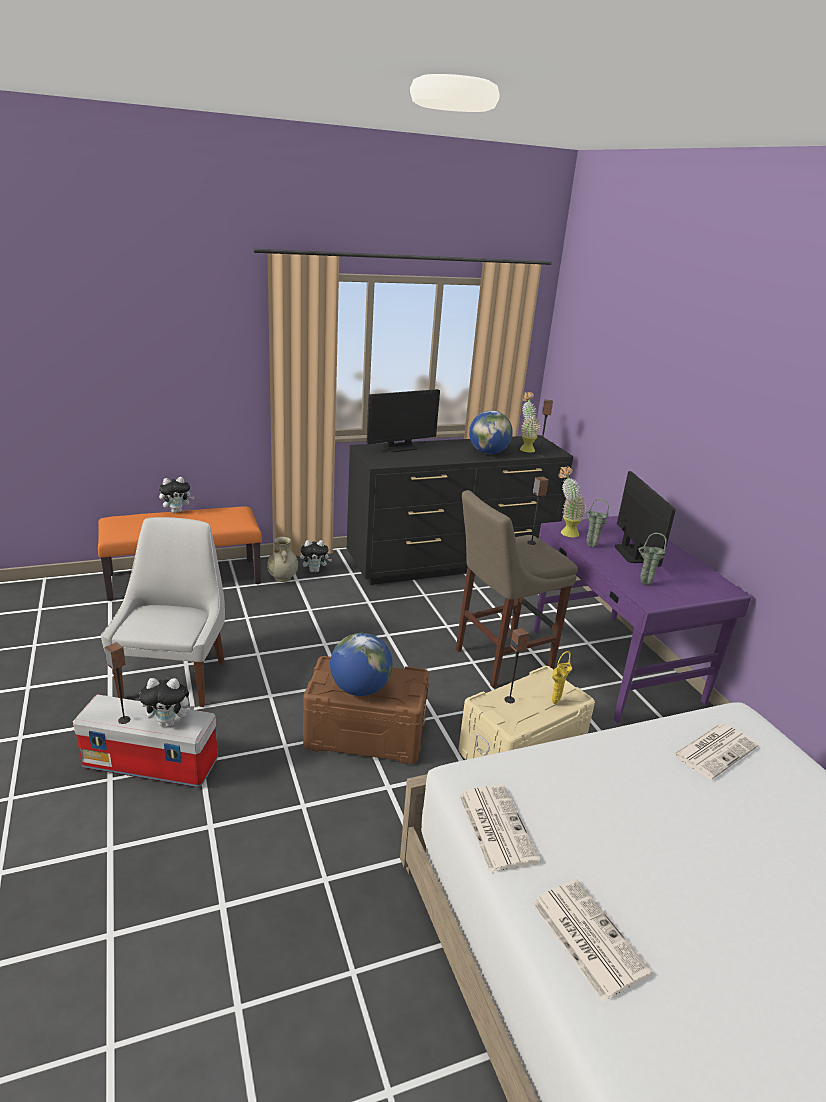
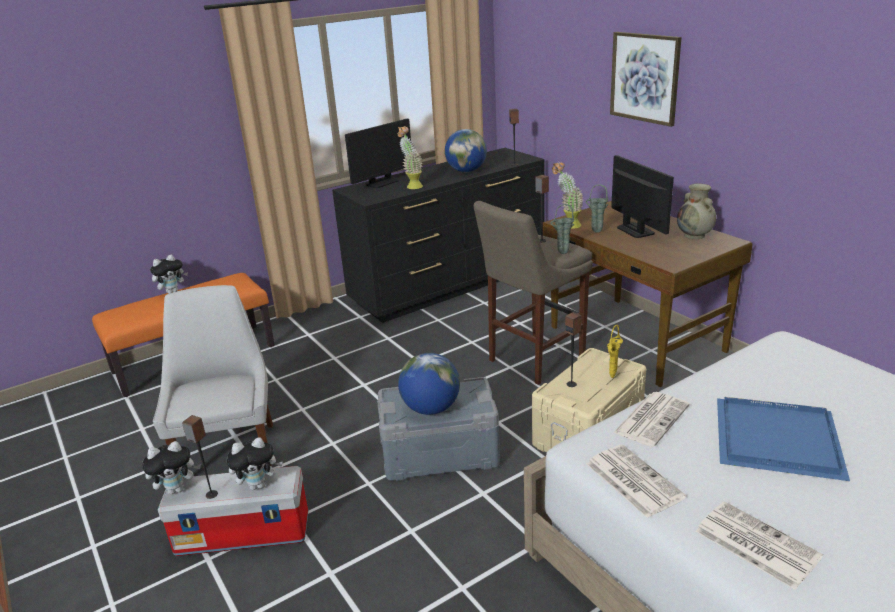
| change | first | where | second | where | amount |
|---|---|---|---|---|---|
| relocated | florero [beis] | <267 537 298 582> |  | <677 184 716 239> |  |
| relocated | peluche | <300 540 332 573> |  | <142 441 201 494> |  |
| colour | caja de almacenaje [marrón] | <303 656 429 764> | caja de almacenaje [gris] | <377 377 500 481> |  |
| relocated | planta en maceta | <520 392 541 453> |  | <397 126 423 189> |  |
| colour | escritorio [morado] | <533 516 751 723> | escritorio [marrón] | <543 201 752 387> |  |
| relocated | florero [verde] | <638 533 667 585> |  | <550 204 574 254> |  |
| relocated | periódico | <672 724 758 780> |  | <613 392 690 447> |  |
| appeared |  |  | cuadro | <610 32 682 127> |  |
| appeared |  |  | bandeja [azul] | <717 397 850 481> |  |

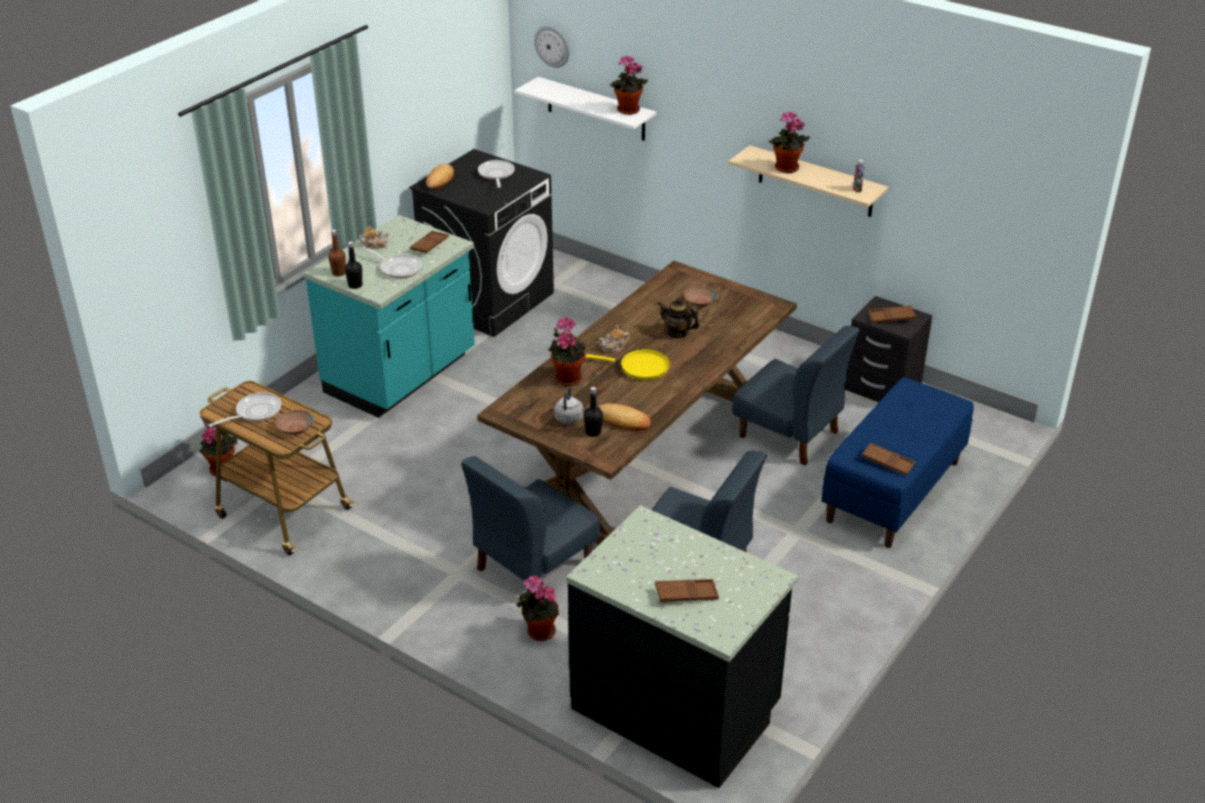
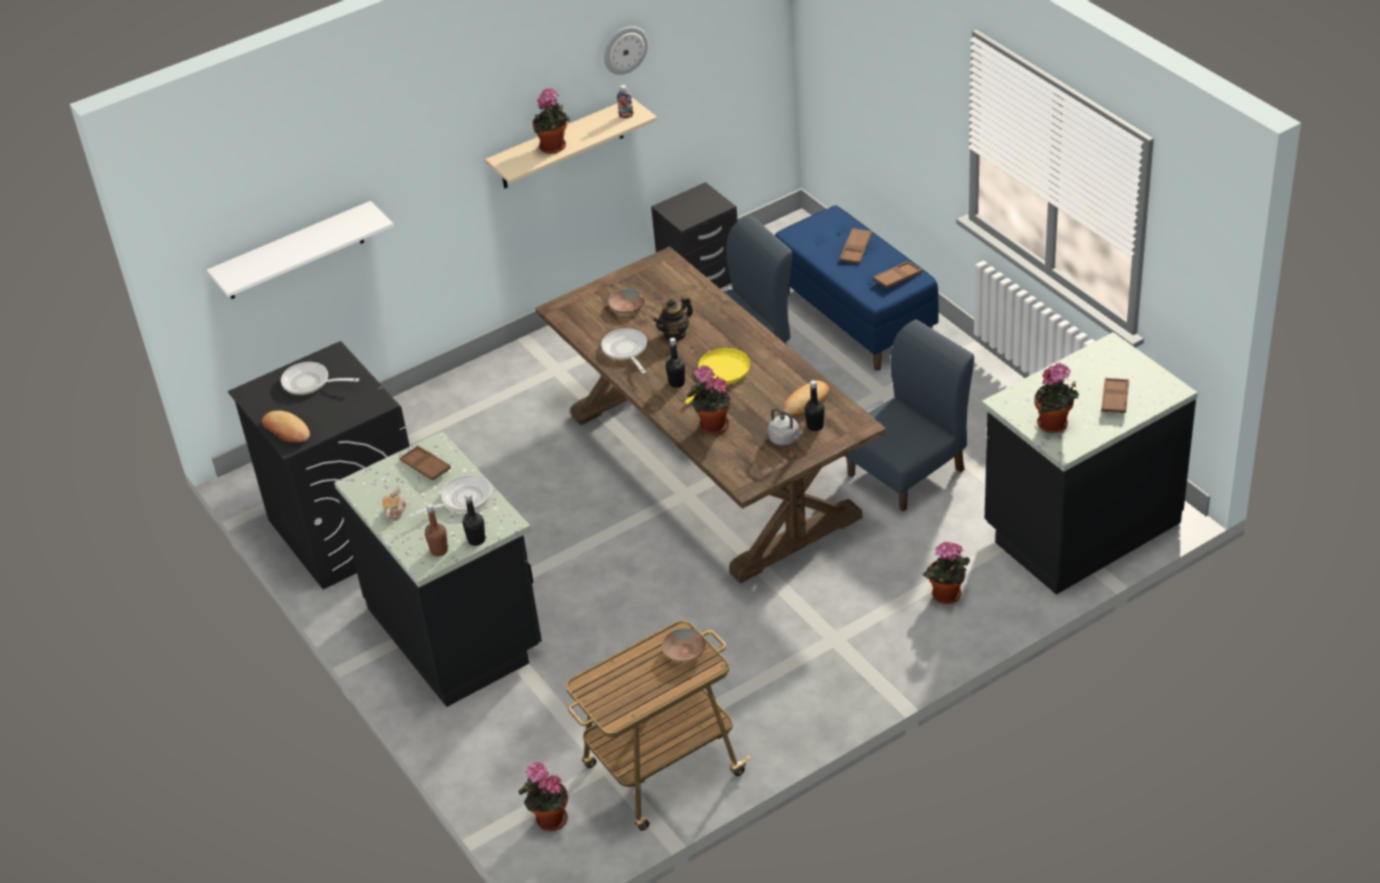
| change | first | where | second | where | amount |
|---|---|---|---|---|---|
| relocated | sartén | <208 392 281 427> |  | <601 329 647 374> |  |
| colour | mueble bajo de cocina [turquesa] | <304 215 475 418> | mueble bajo de cocina [negro] | <334 431 542 707> |  |
| missing | silla [azul] | <461 456 600 593> |  |  |  |
| relocated | reloj de pared | <534 25 570 68> |  | <604 26 648 75> |  |
| exchanged | tetera | <599 325 630 353> | botella [negro] | <666 338 685 388> |  |
| relocated | planta en maceta | <610 56 648 115> |  | <1034 363 1079 433> |  |
| relocated | bandeja [marrón] | <869 305 916 323> |  | <840 228 872 264> |  |

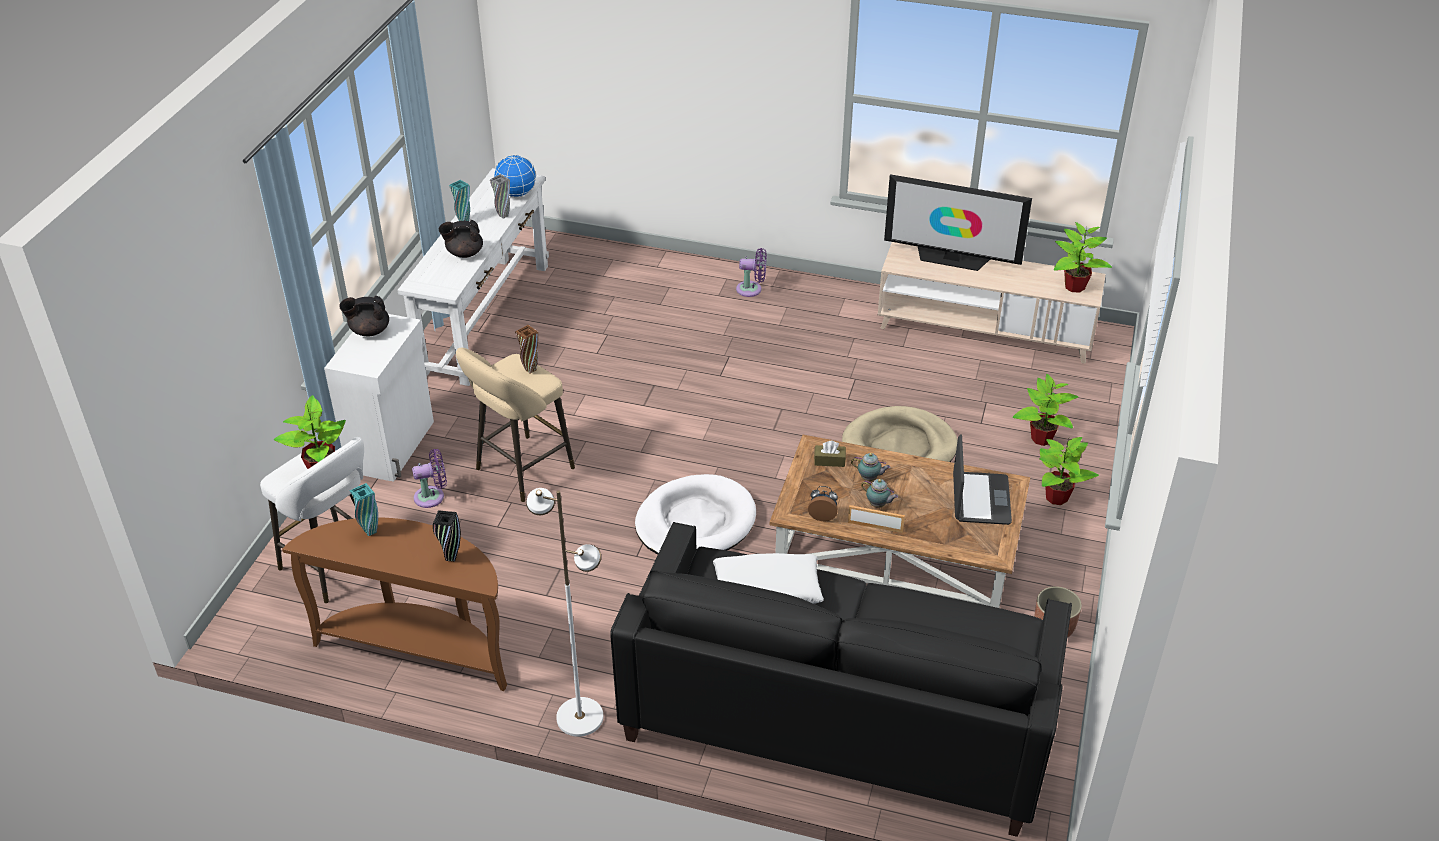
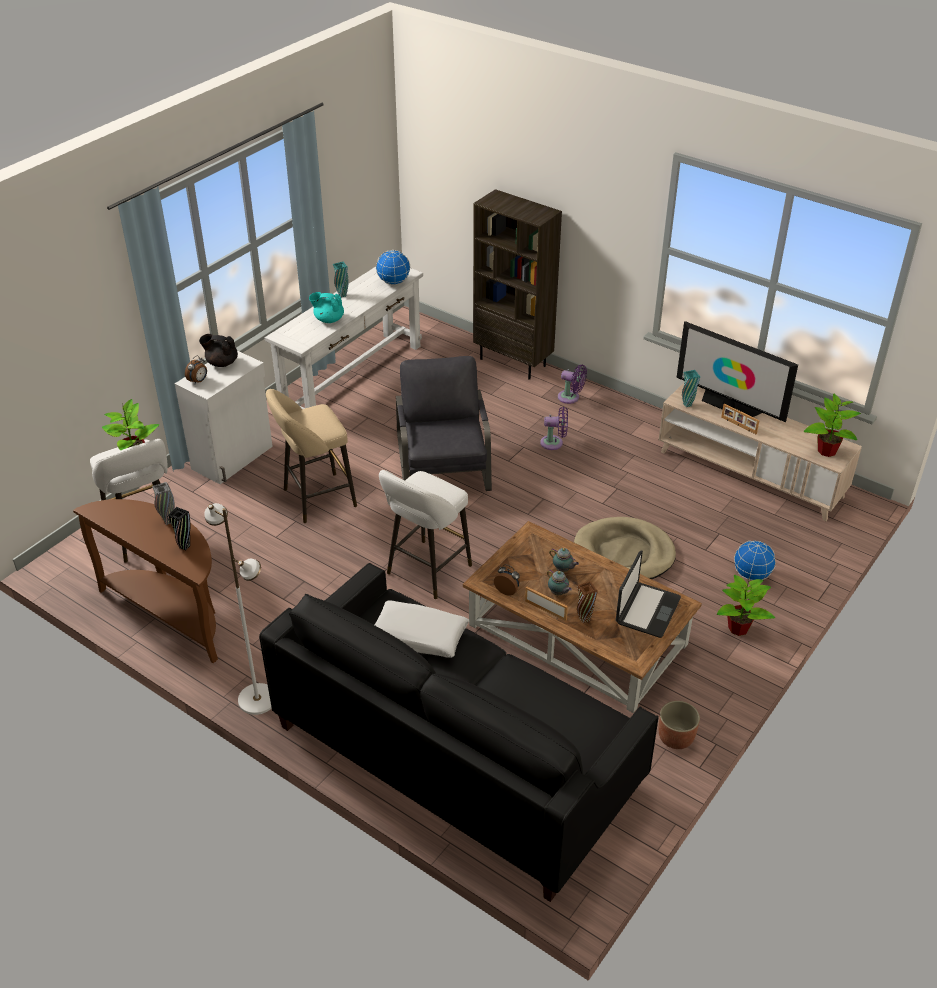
| change | first | where | second | where | amount |
|---|---|---|---|---|---|
| relocated | florero [turquesa] | <349 483 378 536> |  | <682 370 700 407> |  |
| relocated | ventilador [morado] | <412 449 447 508> |  | <540 407 568 450> |  |
| colour | tetera [negro] | <439 220 483 258> | tetera [turquesa] | <309 292 344 323> |  |
| relocated | florero [gris] | <490 174 510 219> |  | <152 482 175 525> |  |
| relocated | florero [marrón] | <515 325 538 374> |  | <577 581 598 623> |  |
| exchanged | cama para perro [blanco] | <635 474 756 554> | taburete [blanco] | <379 470 472 599> |  |
| missing | caja de pañuelos [marrón] | <814 441 846 467> |  |  |  |
| exchanged | planta en maceta | <1013 374 1078 446> | globo terráqueo | <734 541 776 581> |  |
| appeared |  |  | despertador | <185 356 207 384> |  |
| appeared |  |  | sillón [gris] | <396 356 492 491> |  |
| appeared |  |  | estantería [marrón] | <473 189 562 380> |  |
| appeared |  |  | portarretratos | <721 404 760 434> |  |

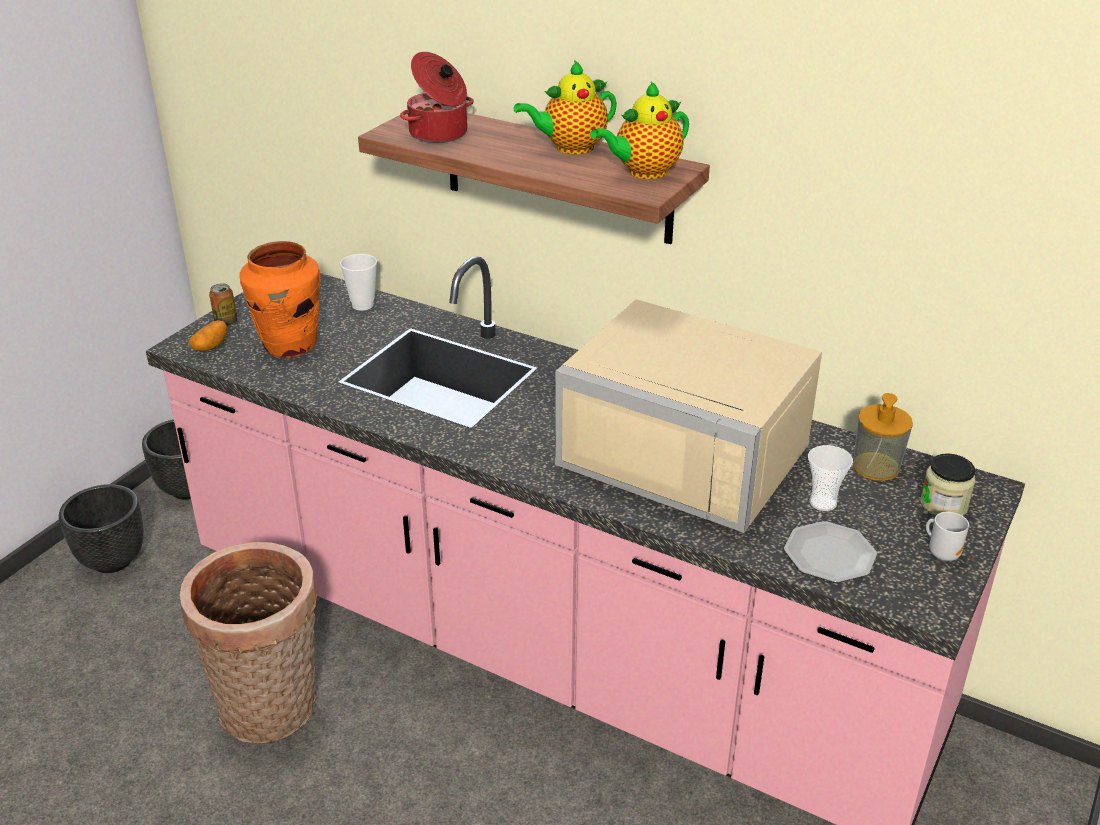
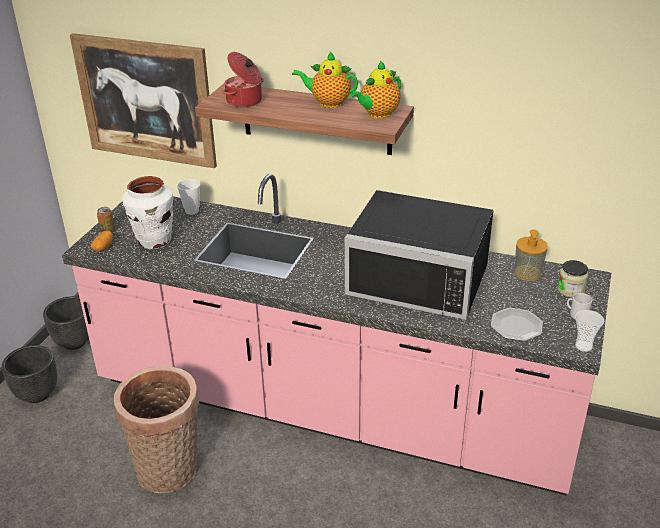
| change | first | where | second | where | amount |
|---|---|---|---|---|---|
| colour | florero [naranja] | <239 241 320 358> | florero [blanco] | <122 176 173 249> |  |
| spun | tetera | <514 60 617 155> |  | <292 51 358 108> | 45 degrees clockwise |
| colour | microondas [beis] | <555 299 822 533> | microondas [negro] | <345 190 493 320> |  |
| relocated | taza | <808 445 853 511> |  | <575 310 604 352> |  |
| appeared |  |  | cuadro | <70 33 217 168> |  |

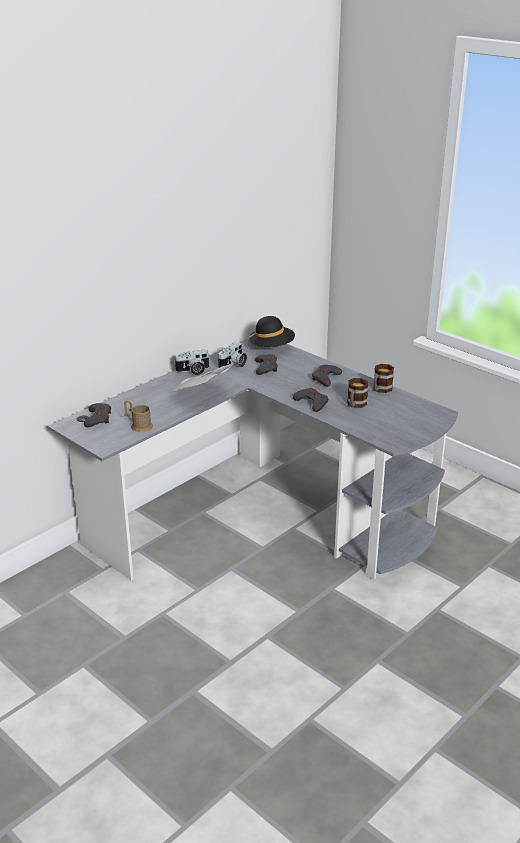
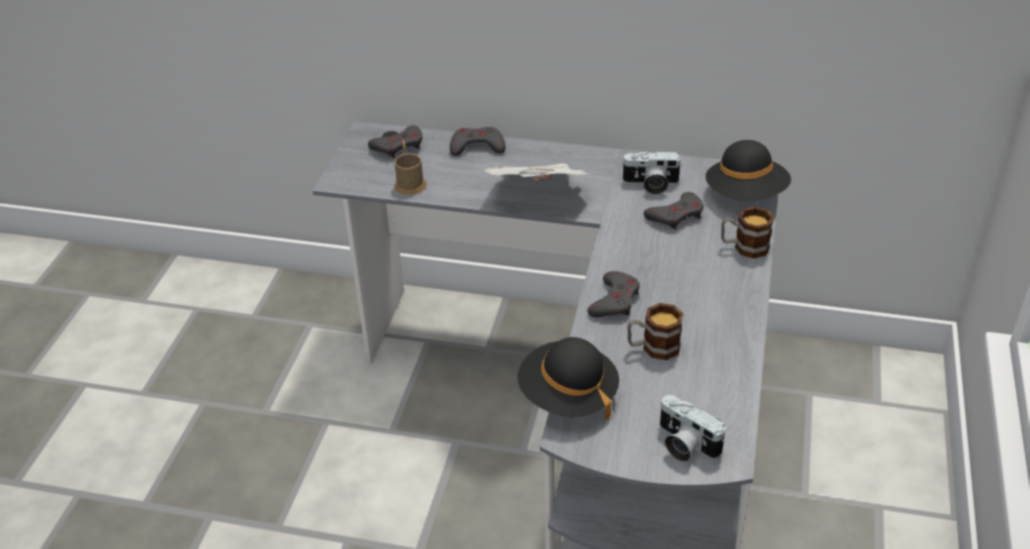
| change | first | where | second | where | amount |
|---|---|---|---|---|---|
| relocated | cámara | <175 350 210 375> |  | <660 395 725 462> |  |
| relocated | mando de consola [gris] | <312 365 342 387> |  | <450 127 506 156> |  |
| relocated | taza grande | <373 364 394 393> |  | <721 206 774 258> |  |
| appeared |  |  | sombrero [negro] | <518 337 619 420> |  |

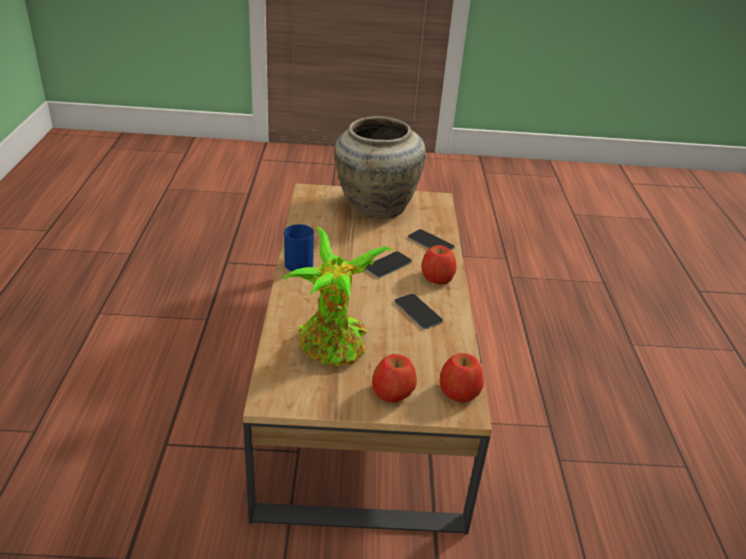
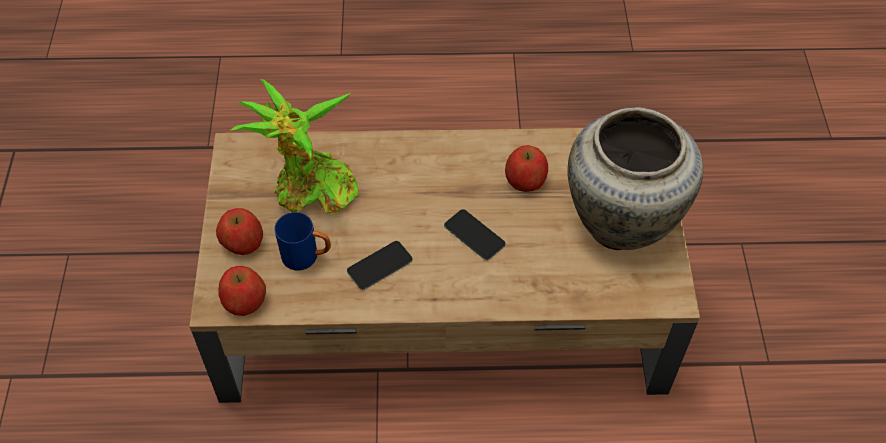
| change | first | where | second | where | amount |
|---|---|---|---|---|---|
| relocated | taza grande [azul] | <284 224 314 271> |  | <274 212 331 270> |  |
| missing | móvil | <408 229 455 250> |  |  |  |
| relocated | manzana | <422 245 457 285> |  | <505 145 548 192> |  |

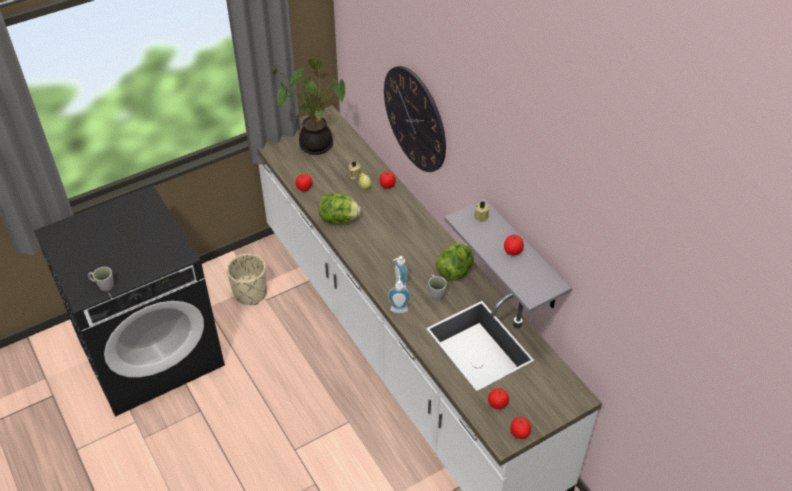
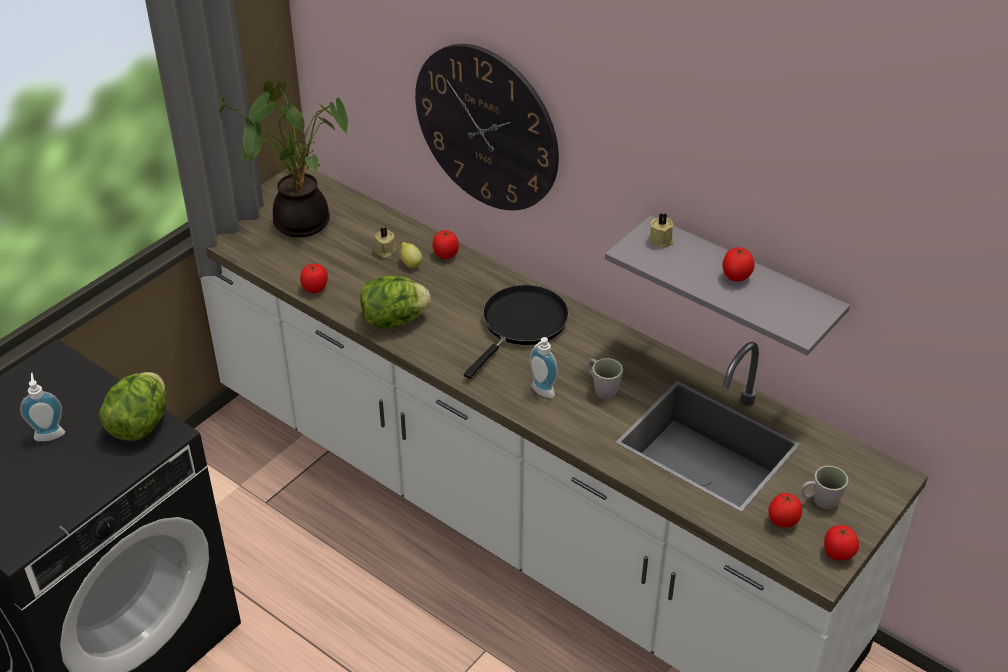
| change | first | where | second | where | amount |
|---|---|---|---|---|---|
| relocated | taza grande [gris] | <88 267 114 291> |  | <801 466 849 509> |  |
| missing | maceta [beis] | <227 254 267 305> |  |  |  |
| relocated | dispensador de jabón | <388 275 411 313> |  | <20 373 65 441> |  |
| relocated | lechuga | <436 243 474 280> |  | <99 372 166 441> |  |
| appeared |  |  | sartén [negro] | <464 285 569 379> |  |

